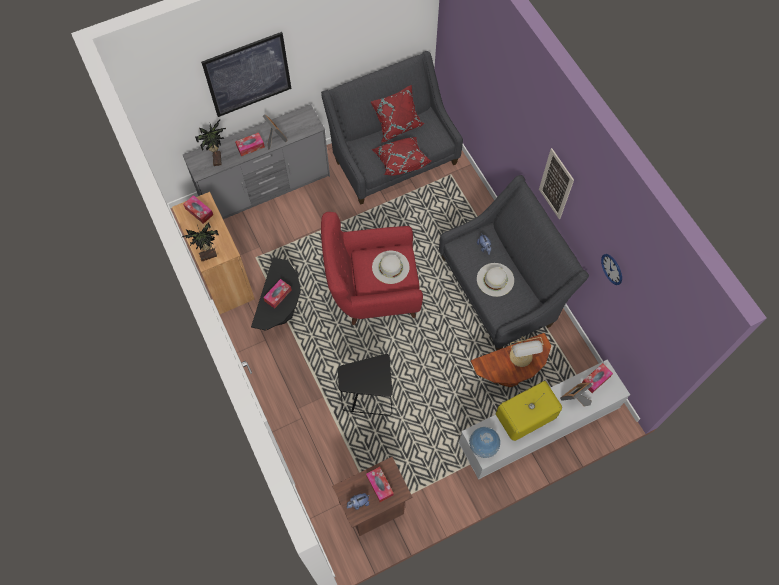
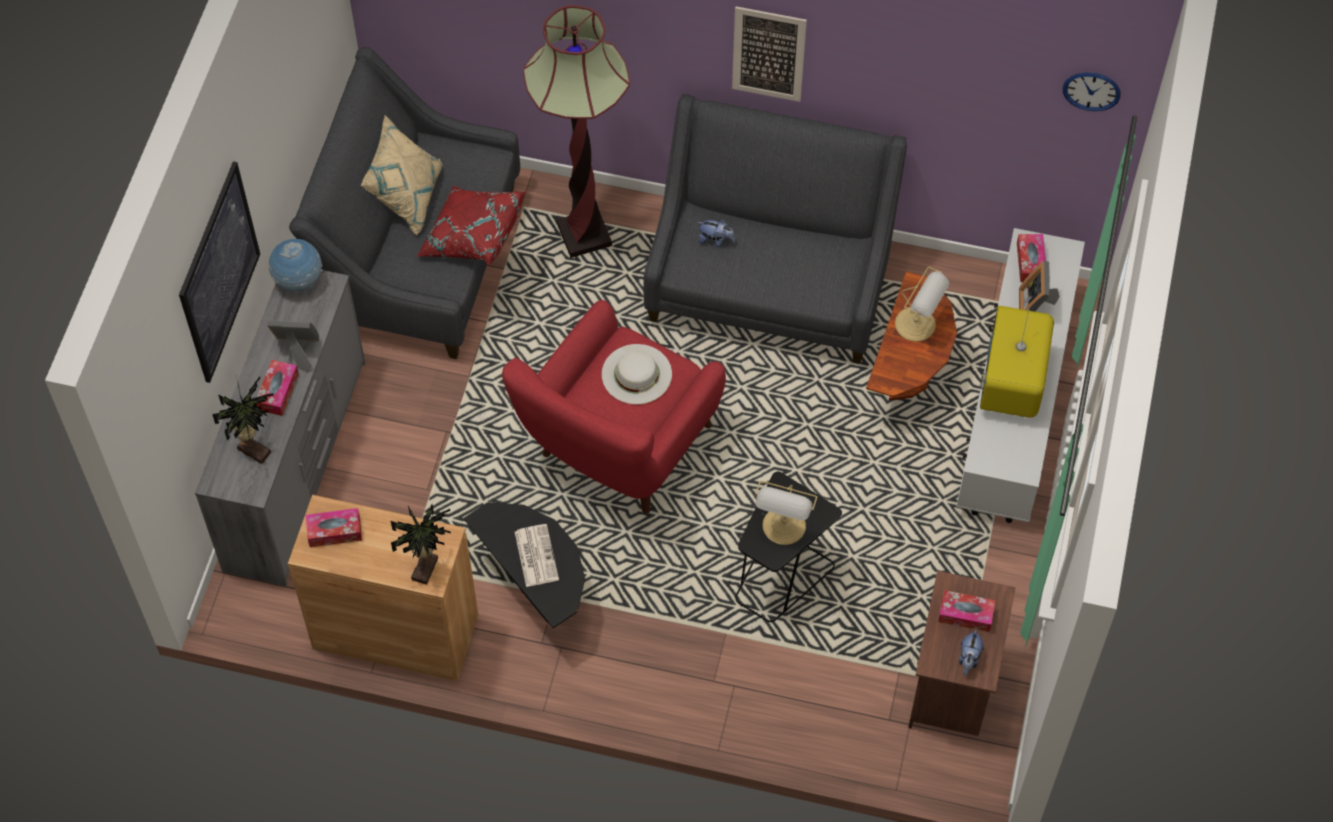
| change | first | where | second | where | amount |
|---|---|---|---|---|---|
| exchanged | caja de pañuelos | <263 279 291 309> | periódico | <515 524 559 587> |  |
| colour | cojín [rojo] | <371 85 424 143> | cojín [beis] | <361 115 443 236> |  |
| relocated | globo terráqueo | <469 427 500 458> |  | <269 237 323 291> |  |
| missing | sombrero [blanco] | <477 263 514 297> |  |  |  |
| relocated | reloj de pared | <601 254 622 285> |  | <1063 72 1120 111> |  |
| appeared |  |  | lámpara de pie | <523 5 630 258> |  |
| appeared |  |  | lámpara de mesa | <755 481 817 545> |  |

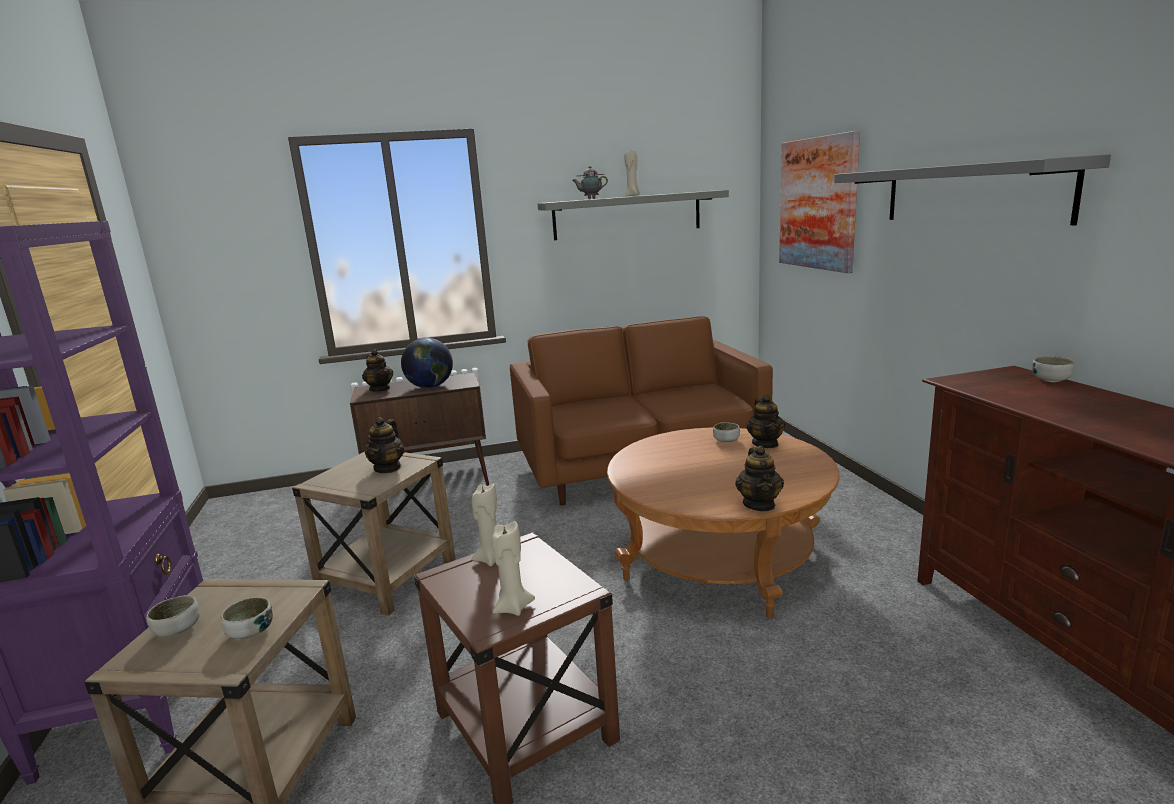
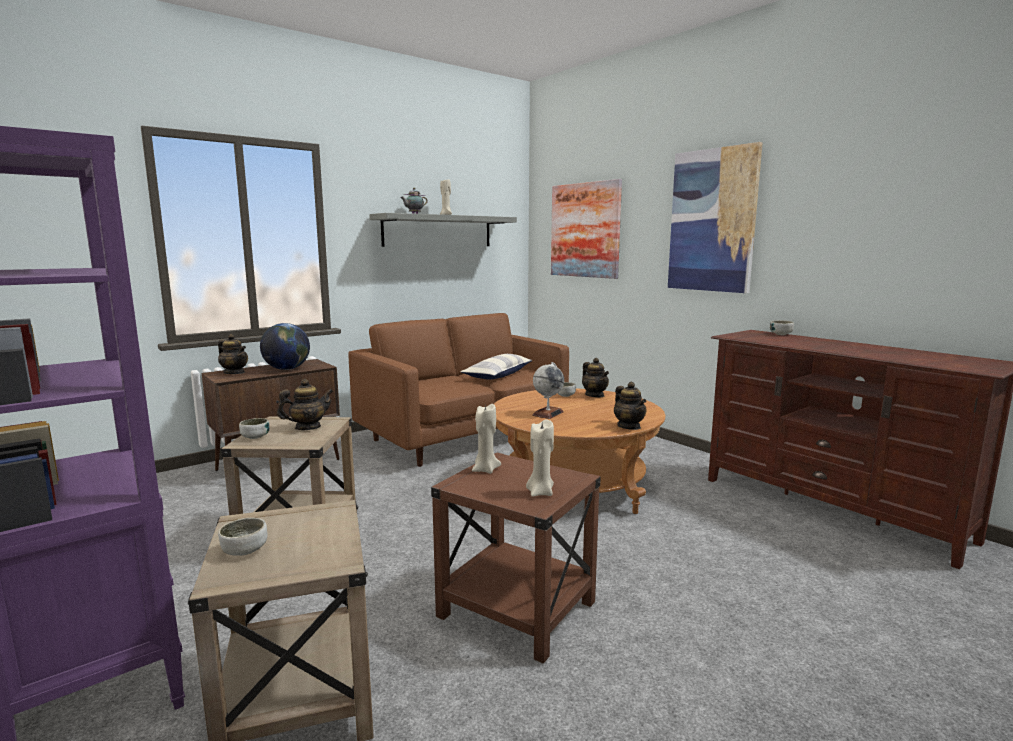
| change | first | where | second | where | amount |
|---|---|---|---|---|---|
| relocated | cuenco | <220 597 273 639> |  | <239 418 270 439> |  |
| spun | tetera | <364 417 404 473> |  | <277 379 334 430> | 105 degrees counterclockwise |
| exchanged | estante [gris] | <834 154 1111 225> | cuadro | <668 142 763 293> |  |
| appeared |  |  | cojín | <461 354 533 380> |  |
| appeared |  |  | globo terráqueo | <532 362 564 419> |  |

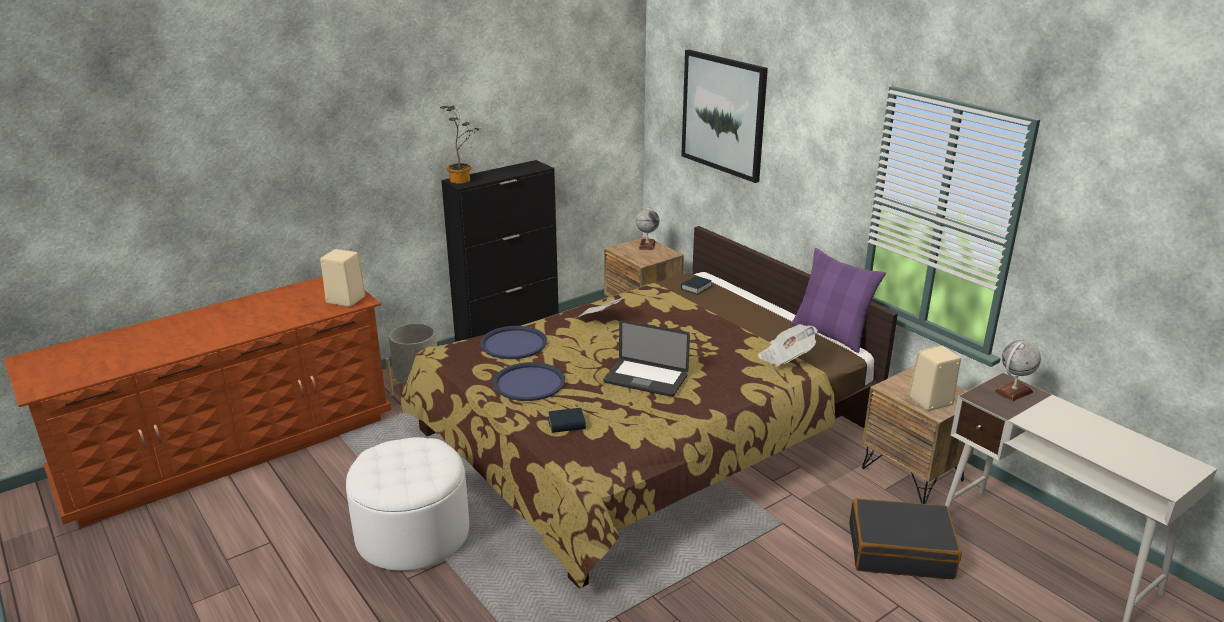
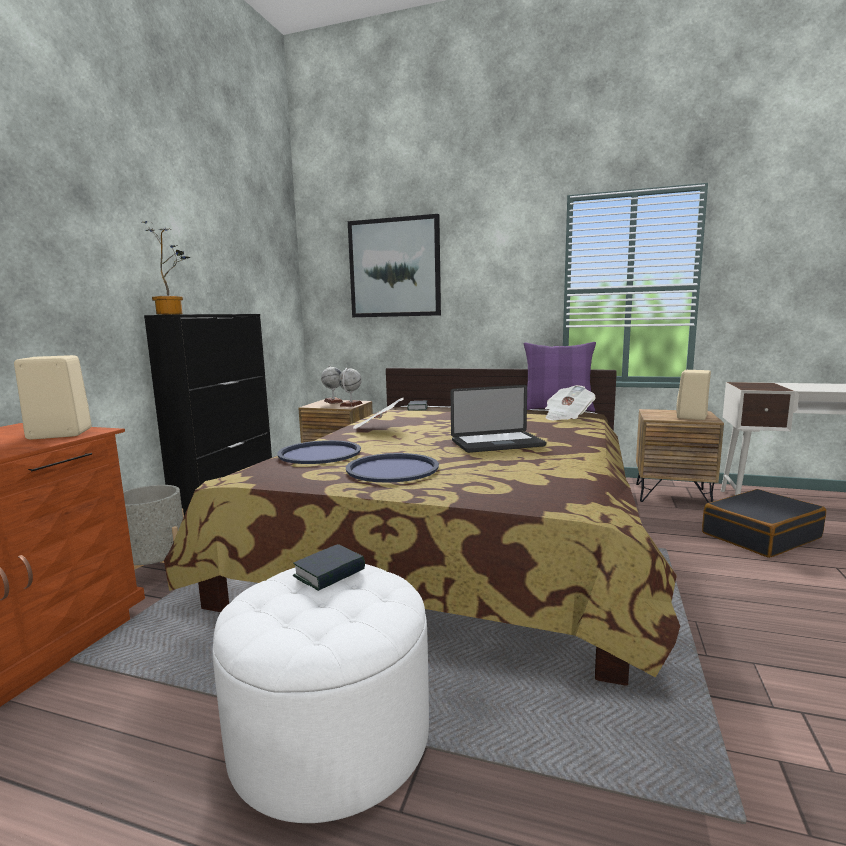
| change | first | where | second | where | amount |
|---|---|---|---|---|---|
| relocated | libro | <548 408 586 433> |  | <293 544 365 591> |  |
| relocated | globo terráqueo | <994 340 1041 401> |  | <339 368 363 407> |  |

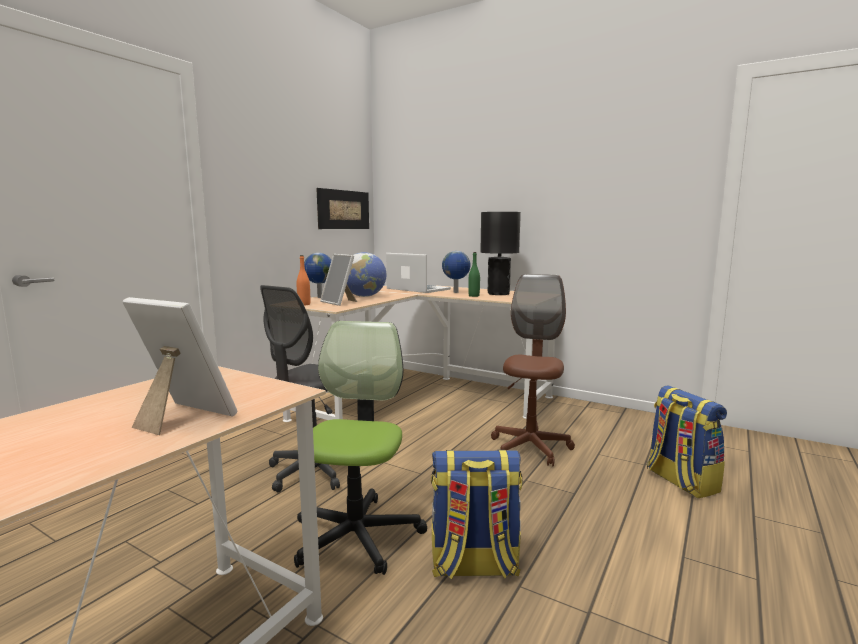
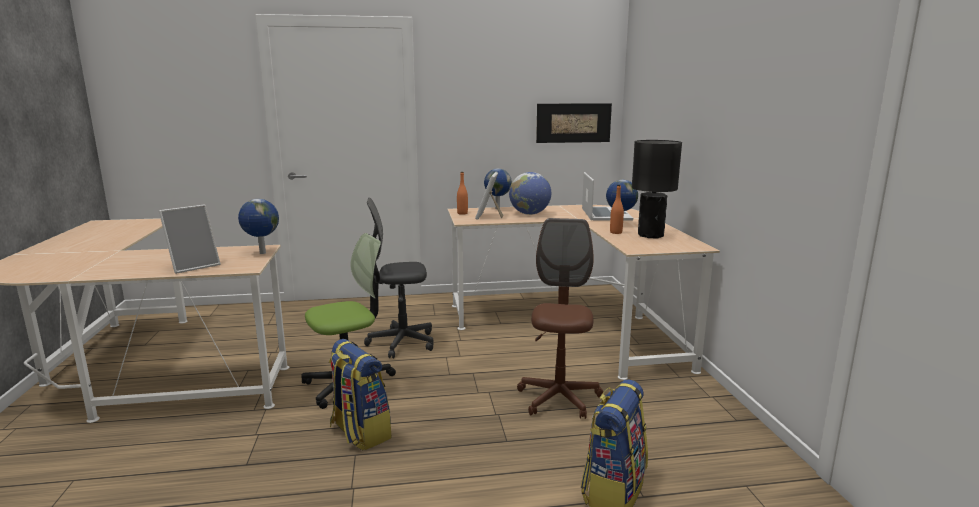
| change | first | where | second | where | amount |
|---|---|---|---|---|---|
| spun | portarretratos | <122 297 238 435> |  | <159 204 220 274> | 60 degrees clockwise |
| colour | botella [verde] | <468 252 480 297> | botella [naranja] | <610 185 624 234> |  |
| spun | silla de oficina [marrón] | <491 274 575 466> |  | <517 218 603 419> | 60 degrees counterclockwise |
| appeared |  |  | globo terráqueo | <238 199 279 254> |  |

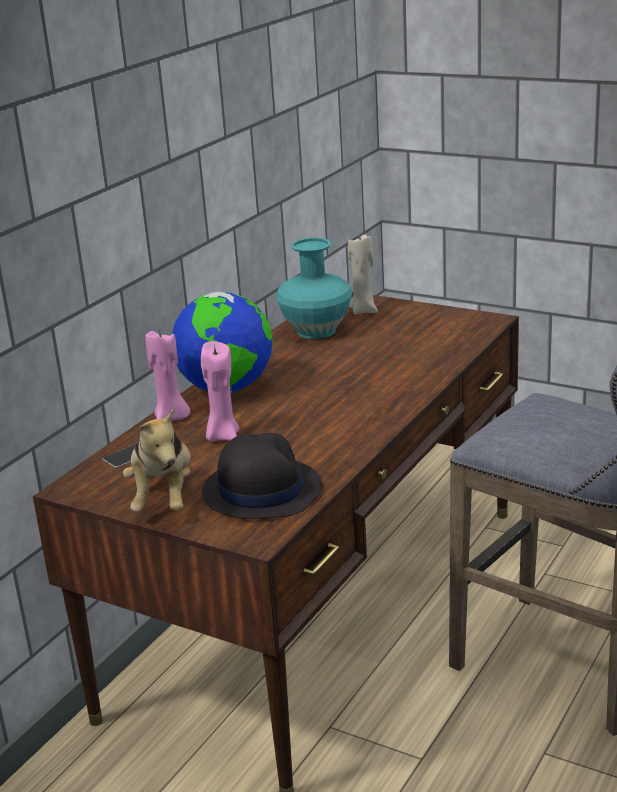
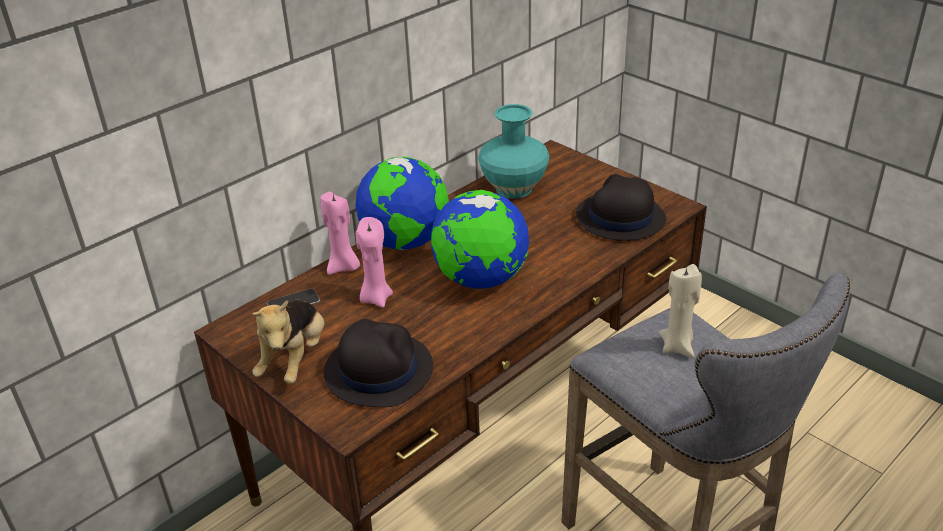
| change | first | where | second | where | amount |
|---|---|---|---|---|---|
| relocated | vela [beis] | <348 233 378 315> |  | <659 264 702 358> |  |
| appeared |  |  | globo terráqueo | <431 190 529 289> |  |
| appeared |  |  | sombrero [negro] | <576 174 666 241> |  |

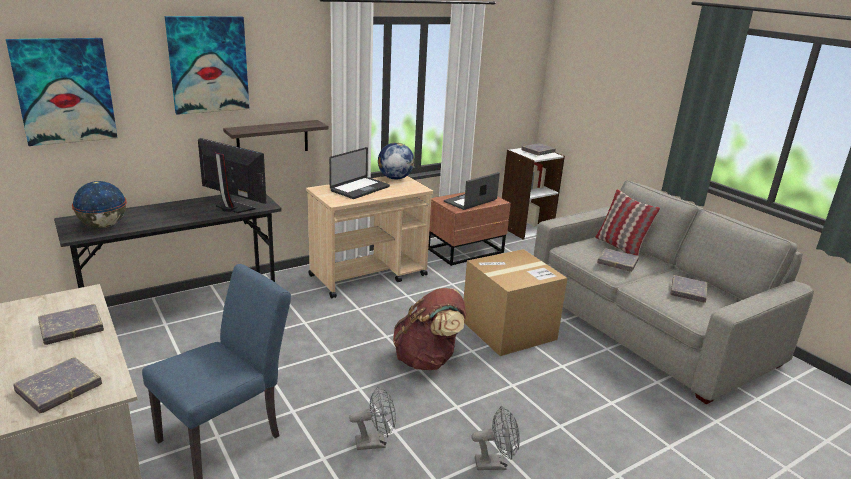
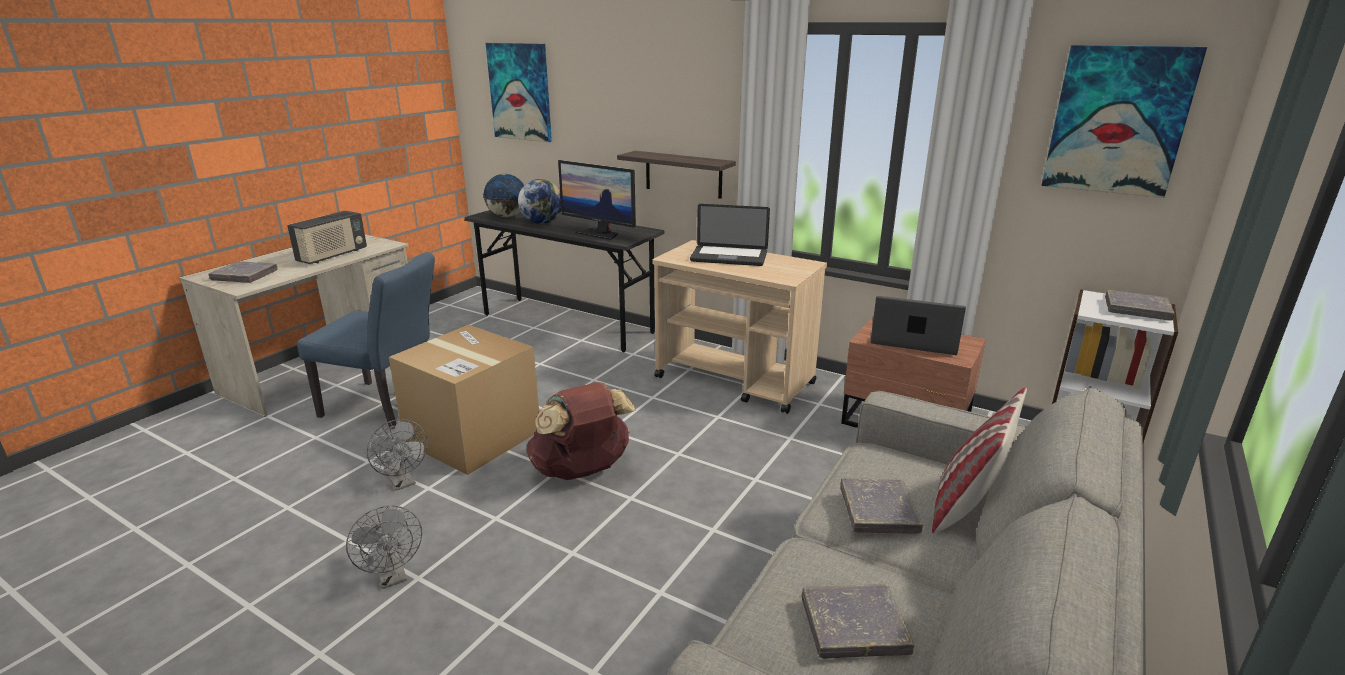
| change | first | where | second | where | amount |
|---|---|---|---|---|---|
| exchanged | libro [gris] | <38 304 104 345> | radio | <287 211 367 264> |  |
| relocated | cuadro | <165 16 249 115> |  | <1041 45 1207 198> |  |
| spun | monitor | <198 138 267 213> |  | <558 160 636 240> | 120 degrees clockwise |
| relocated | globo terráqueo | <378 143 414 180> |  | <518 179 561 224> |  |
| relocated | caja de cartón | <463 249 568 356> |  | <389 325 539 475> |  |

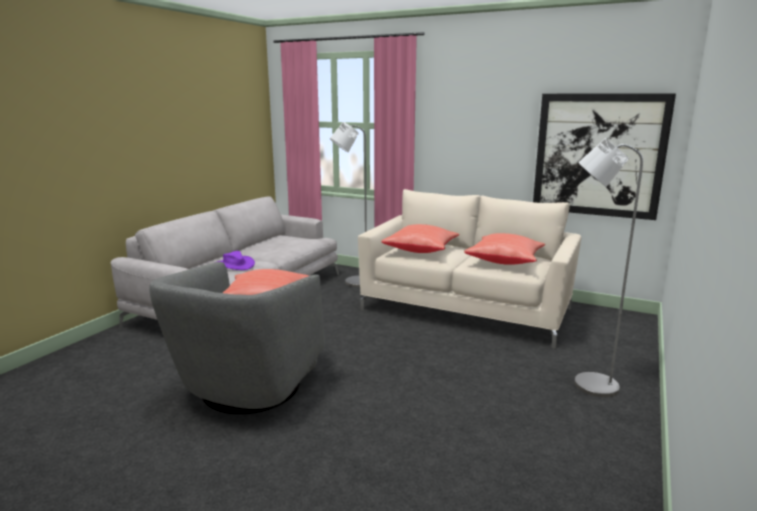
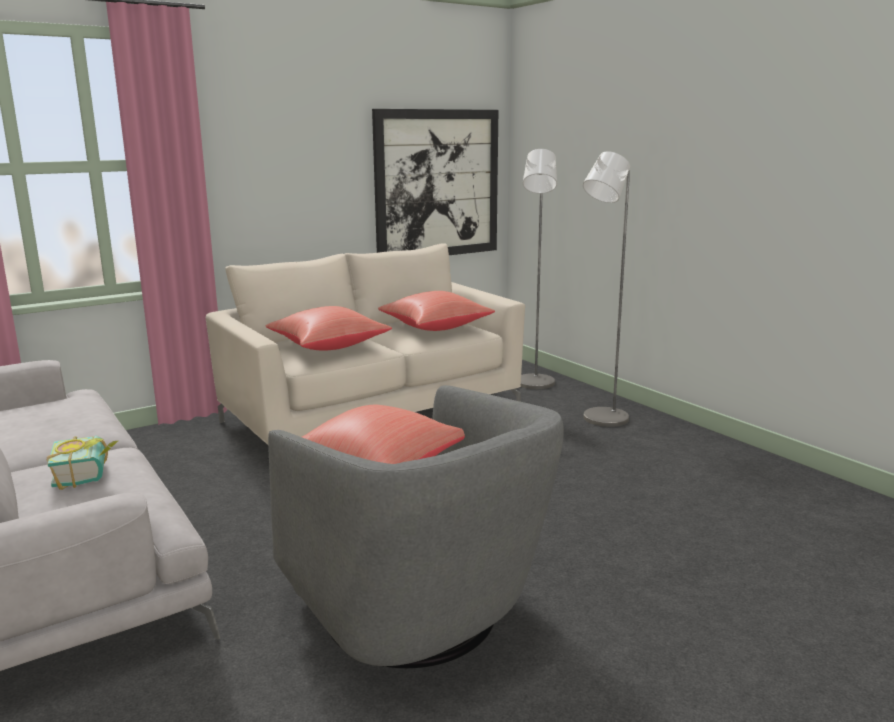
| change | first | where | second | where | amount |
|---|---|---|---|---|---|
| exchanged | sombrero [morado] | <214 251 255 270> | libro | <47 436 118 490> |  |
| relocated | lámpara de pie [gris] | <330 122 367 287> |  | <521 149 557 389> |  |

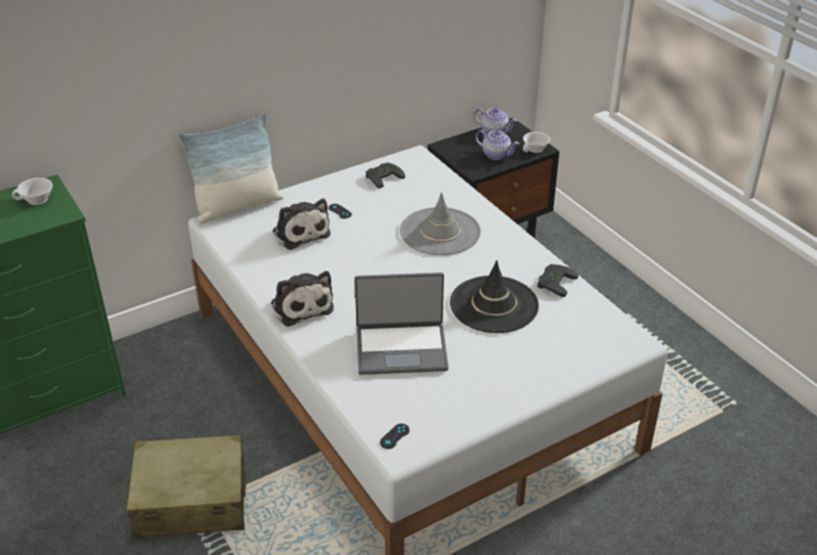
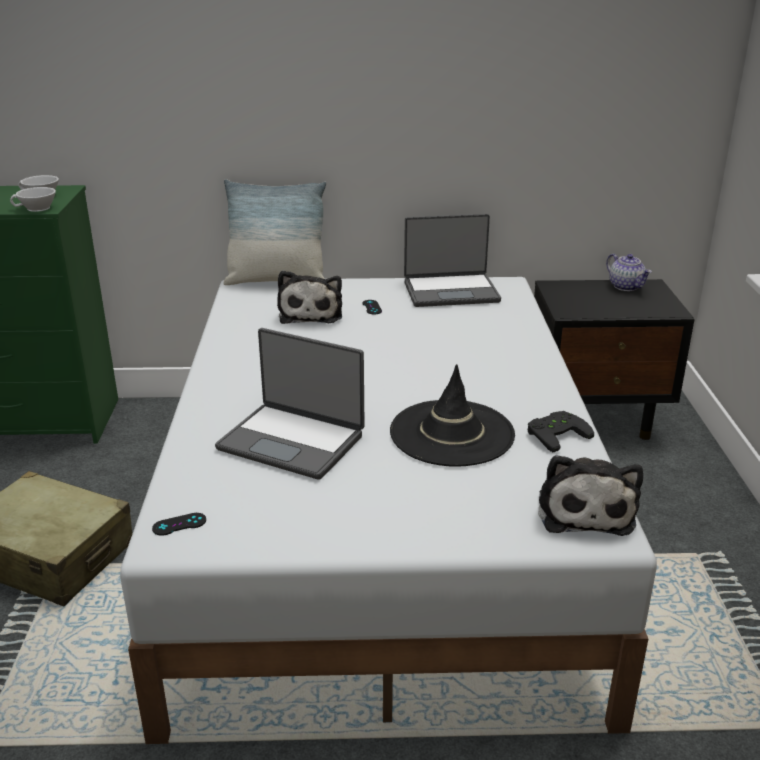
| change | first | where | second | where | amount |
|---|---|---|---|---|---|
| relocated | peluche | <271 271 334 327> |  | <538 455 643 536> |  |
| exchanged | mando de consola [negro] | <366 162 405 189> | portátil | <404 214 501 307> |  |
| missing | sombrero [gris] | <400 192 481 255> |  |  |  |
| missing | tetera | <475 130 519 160> |  |  |  |
| relocated | taza [blanco] | <523 132 550 153> |  | <10 187 56 212> |  |

